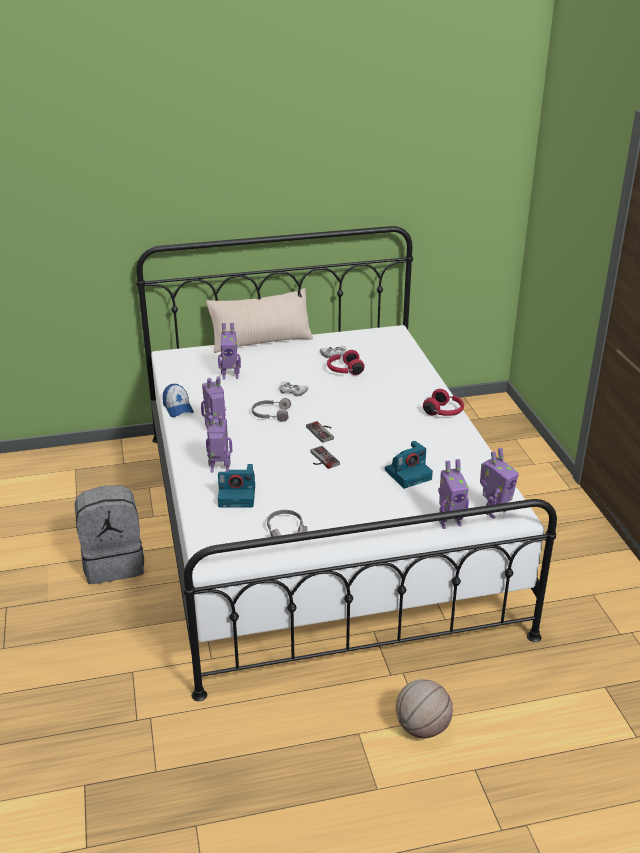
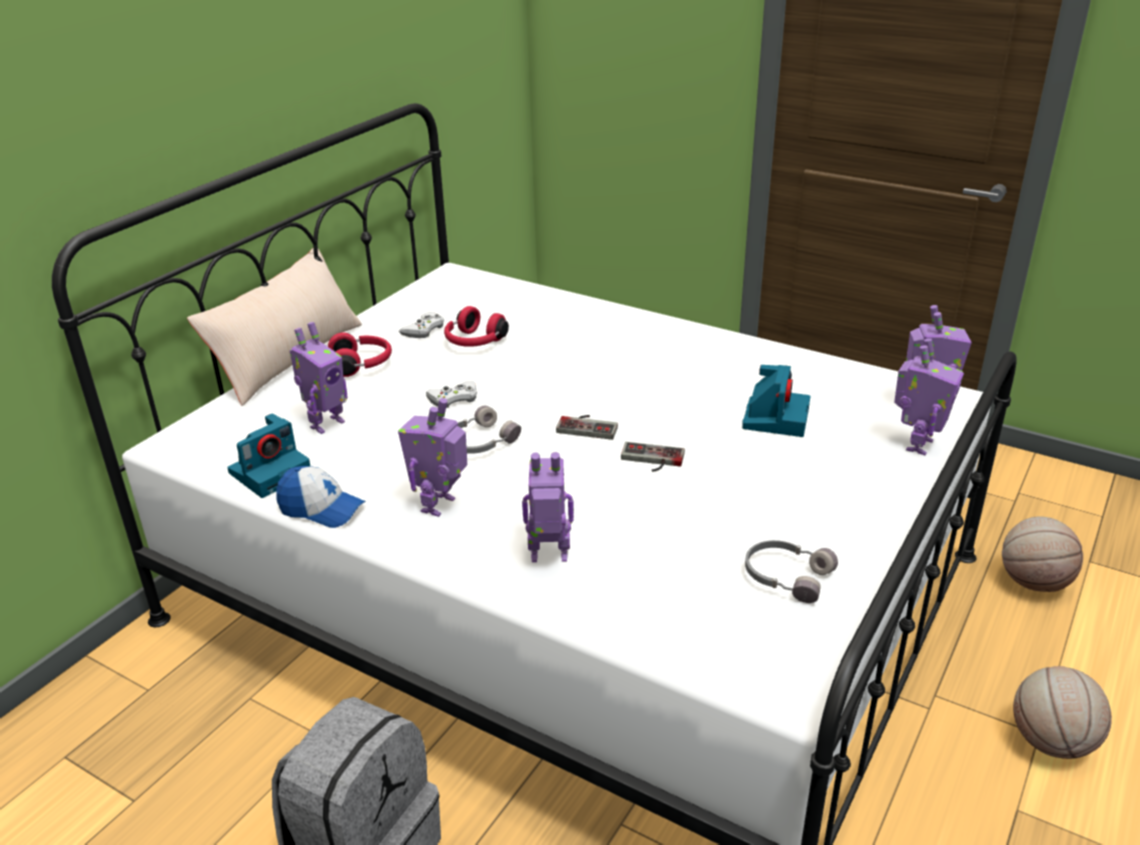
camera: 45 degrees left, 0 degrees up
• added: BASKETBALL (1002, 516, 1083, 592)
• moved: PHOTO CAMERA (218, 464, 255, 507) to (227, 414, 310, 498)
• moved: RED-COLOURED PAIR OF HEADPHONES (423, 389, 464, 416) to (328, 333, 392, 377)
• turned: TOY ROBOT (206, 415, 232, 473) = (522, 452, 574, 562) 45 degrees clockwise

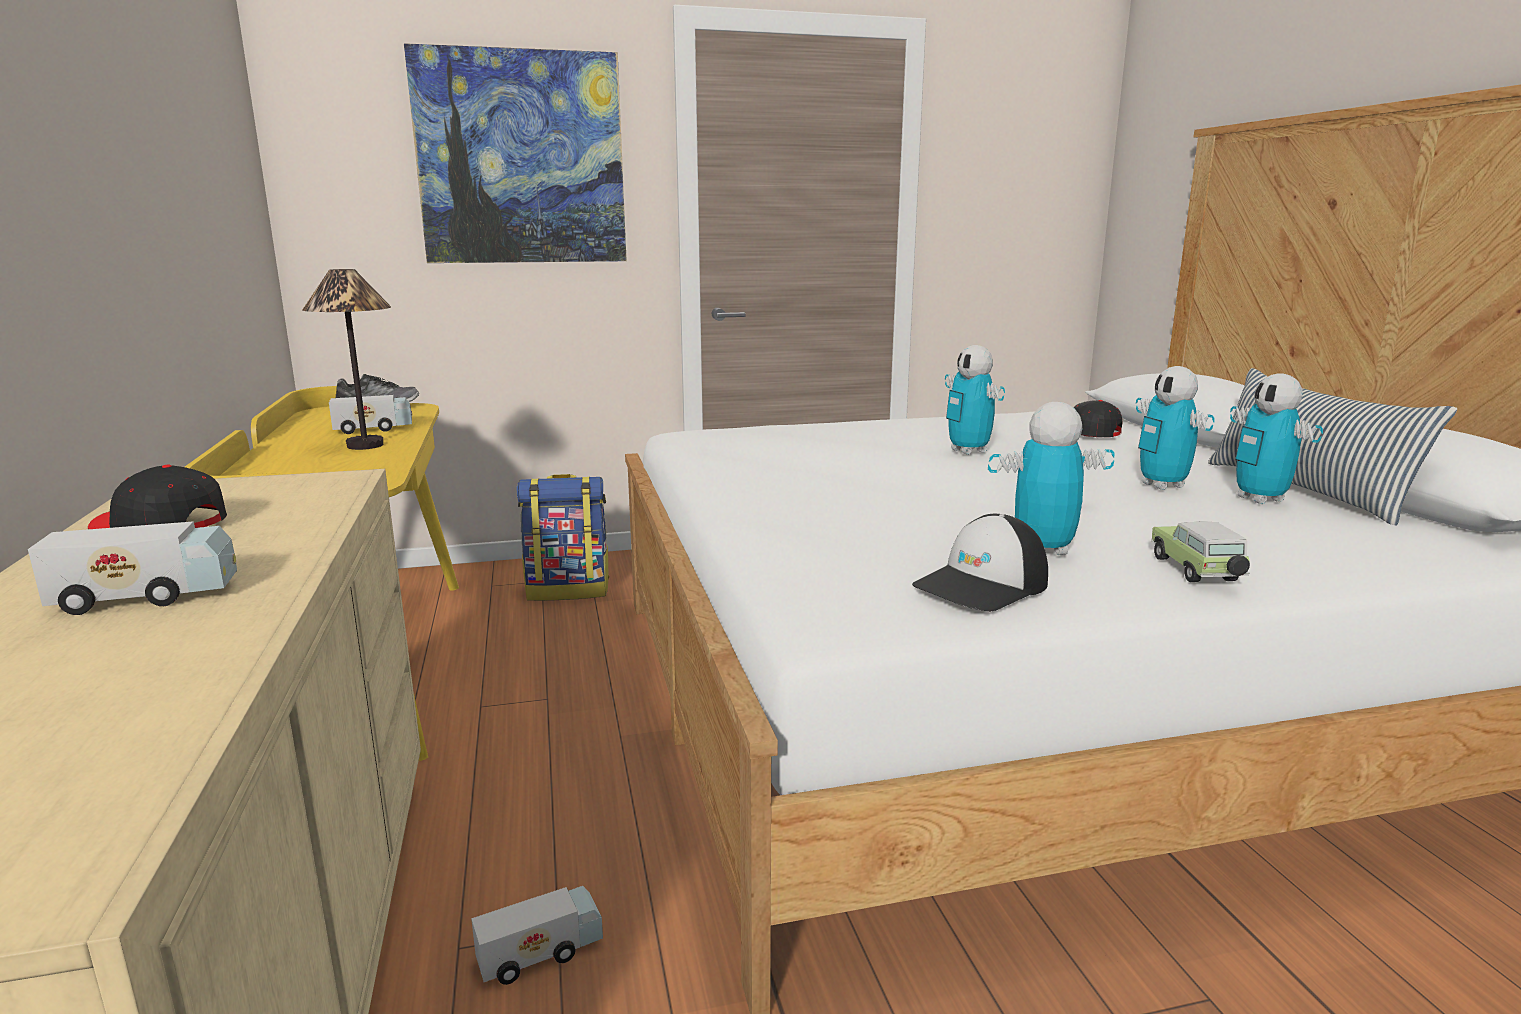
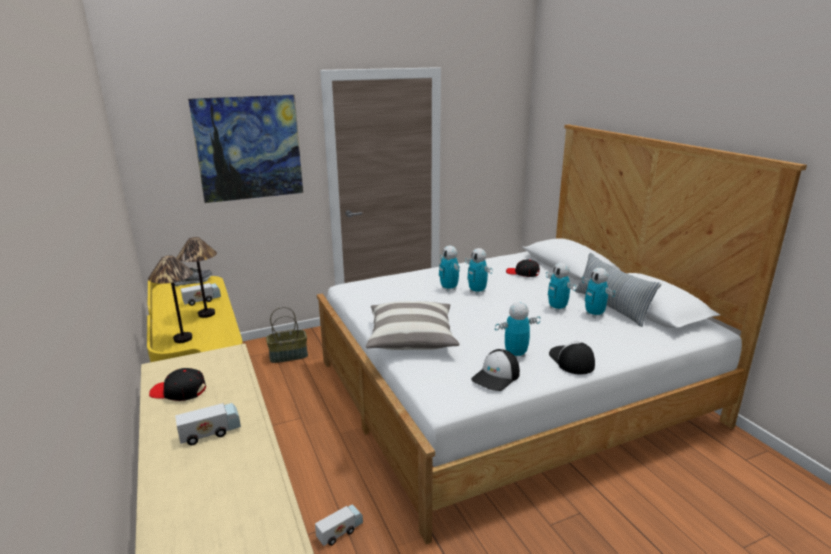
camera: 10 degrees left, 5 degrees up
• added: TABLE LAMP (148, 255, 193, 343)
• added: CUSHION (366, 301, 460, 350)
• added: TOY ROBOT (439, 246, 460, 291)
• replaced: RUCKSACK (517, 474, 610, 601) to STORAGE BASKET (266, 307, 308, 363)
• replaced: MINIATURE CAR (1151, 522, 1250, 582) to PEAKED CAP (549, 342, 595, 375)

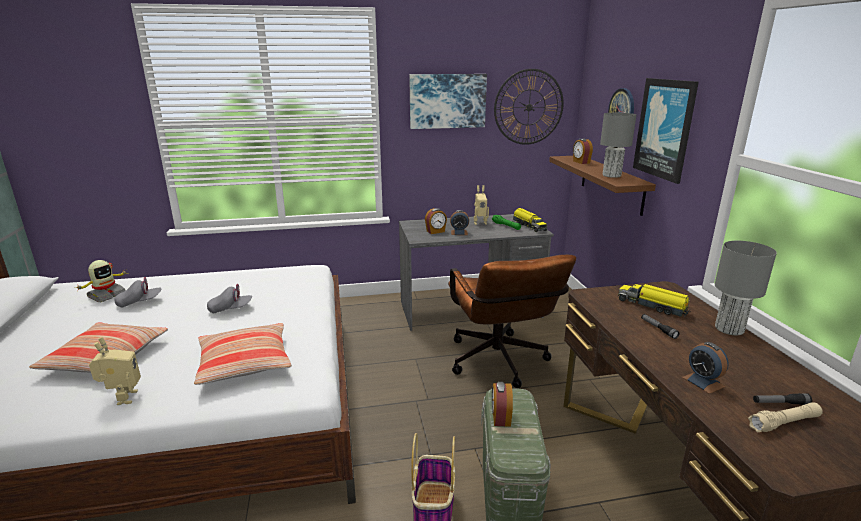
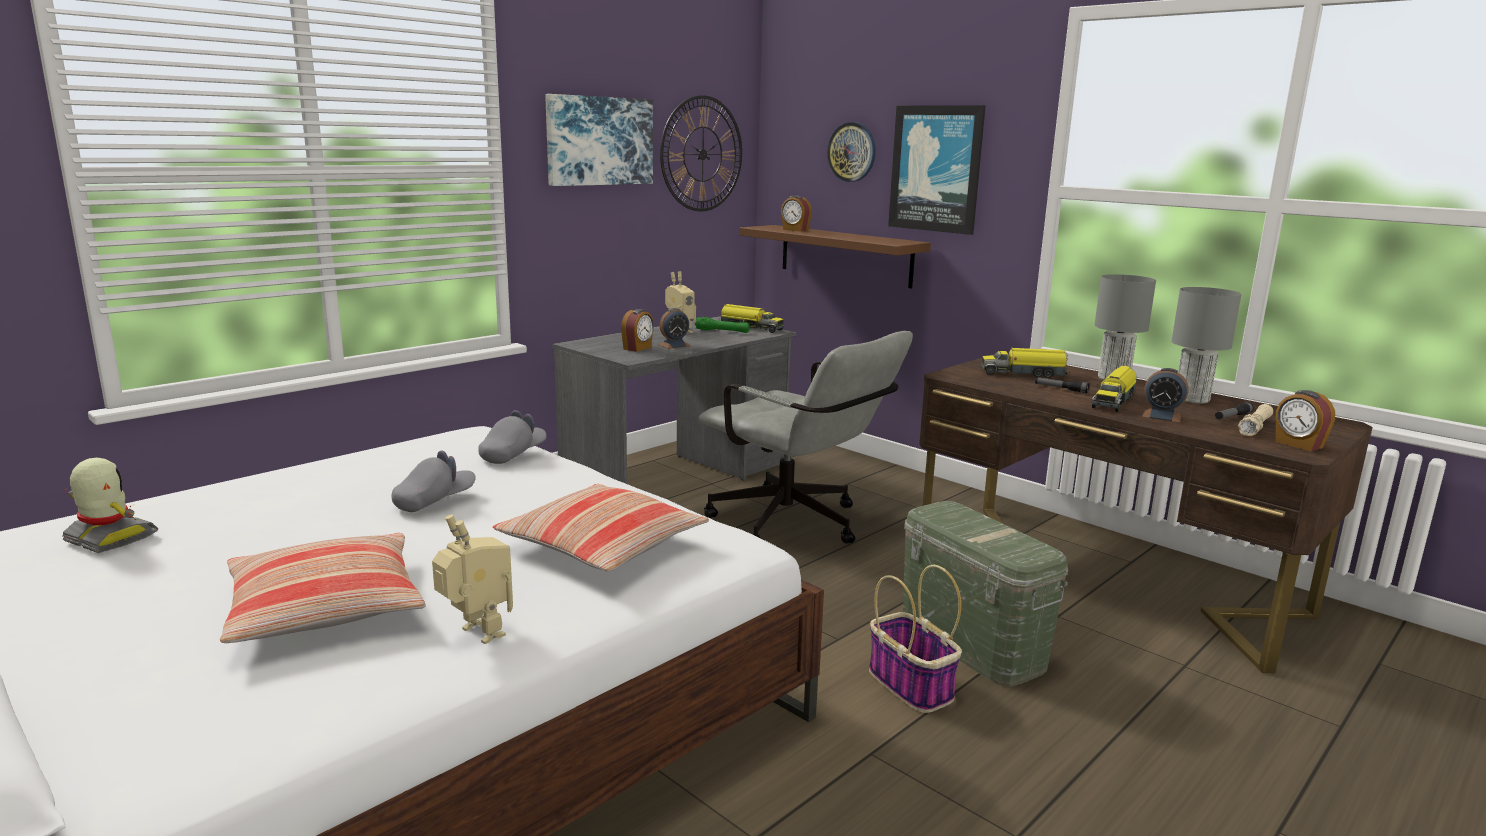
camera: 35 degrees left, 5 degrees down
• added: TOY TRUCK (1092, 365, 1136, 412)
• moved: GRAY PEAKED CAP (114, 277, 161, 308) to (478, 410, 547, 464)
• moved: ALARM CLOCK (492, 382, 513, 427) to (1276, 390, 1335, 452)
• moved: GRAY TABLE LAMP (600, 113, 636, 178) to (1171, 287, 1241, 404)
• recoloured: BROWN OFFICE CHAIR (448, 255, 576, 388) to GRAY OFFICE CHAIR (699, 331, 913, 544)
• turned: TOY ROBOT (75, 260, 128, 302) = (62, 458, 158, 553) 60 degrees counterclockwise

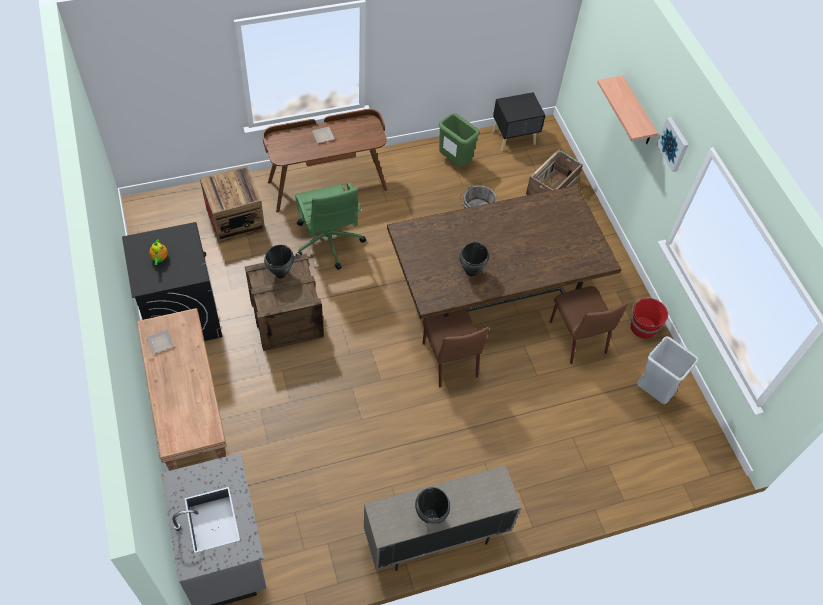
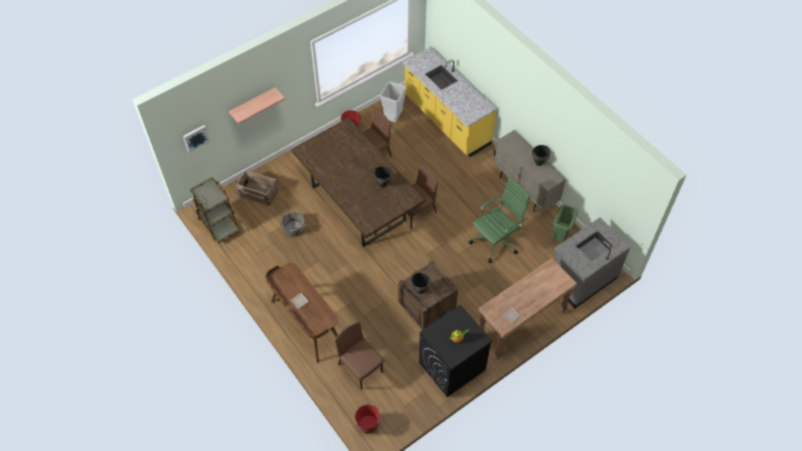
camera: 105 degrees left, 0 degrees up
• added: RED-COLOURED WATER BUCKET (355, 403, 381, 434)
• added: YELLOW-COLOURED KITCHEN COUNTER (402, 46, 497, 157)
• moved: GREEN OFFICE CHAIR (295, 182, 366, 270) to (469, 177, 530, 263)
• moved: GREEN RUBBISH BIN (439, 113, 480, 166) to (552, 205, 578, 243)
• moved: WALL ART (656, 117, 689, 172) to (183, 125, 210, 153)
• replaced: PACKING CRATE (200, 166, 265, 244) to BROWN CHAIR (335, 321, 384, 390)
• replaced: BLACK-COLOURED NIGHTSTAND (492, 92, 545, 151) to BROWN CART (190, 177, 240, 243)

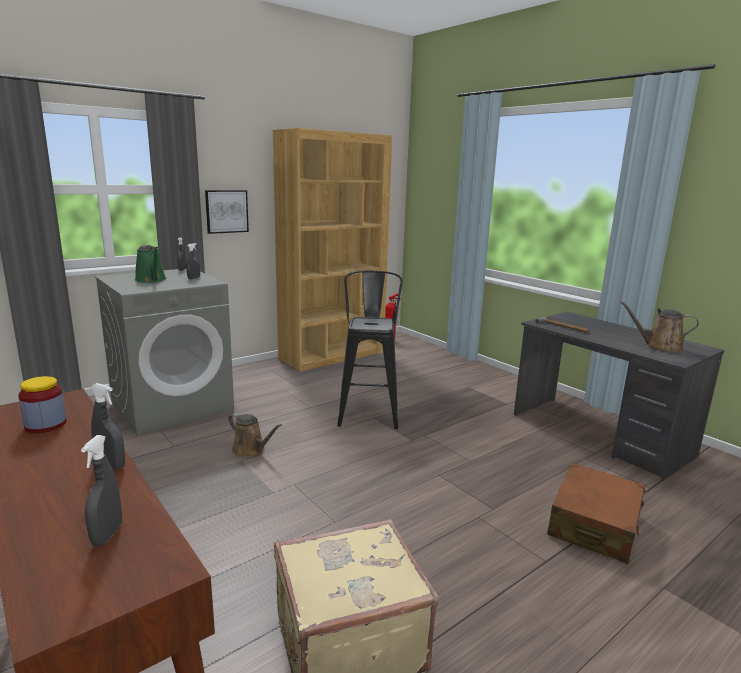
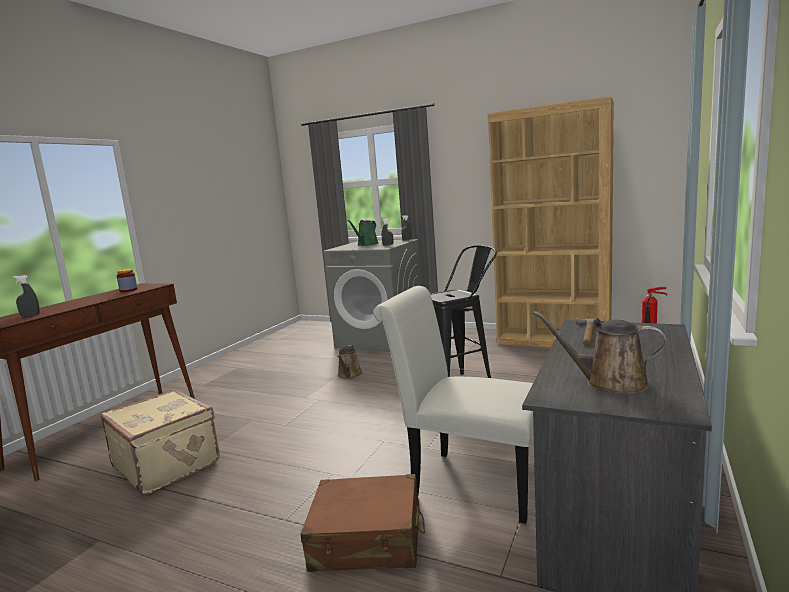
camera: 65 degrees right, 5 degrees down
• removed: GRAY SPRAYER (91, 383, 125, 470)
• removed: WALL ART (205, 190, 249, 234)
• added: WHITISH CHAIR (373, 286, 534, 524)
• turned: BROWN WATERING POT (619, 300, 699, 352) = (533, 311, 666, 394) 60 degrees counterclockwise

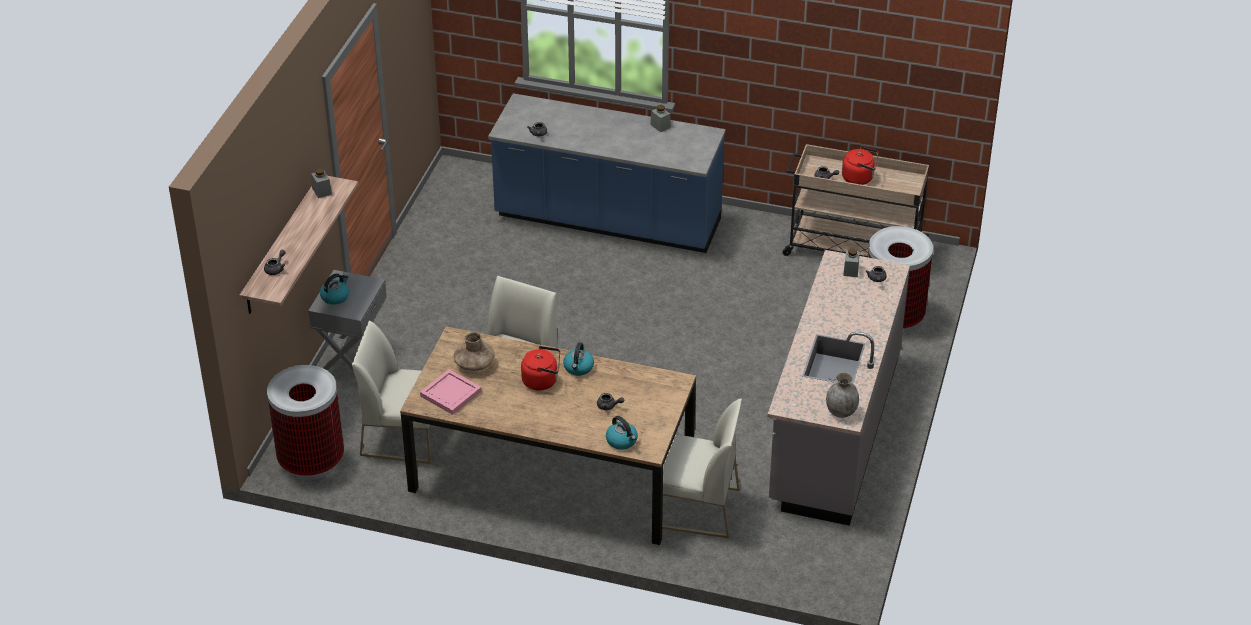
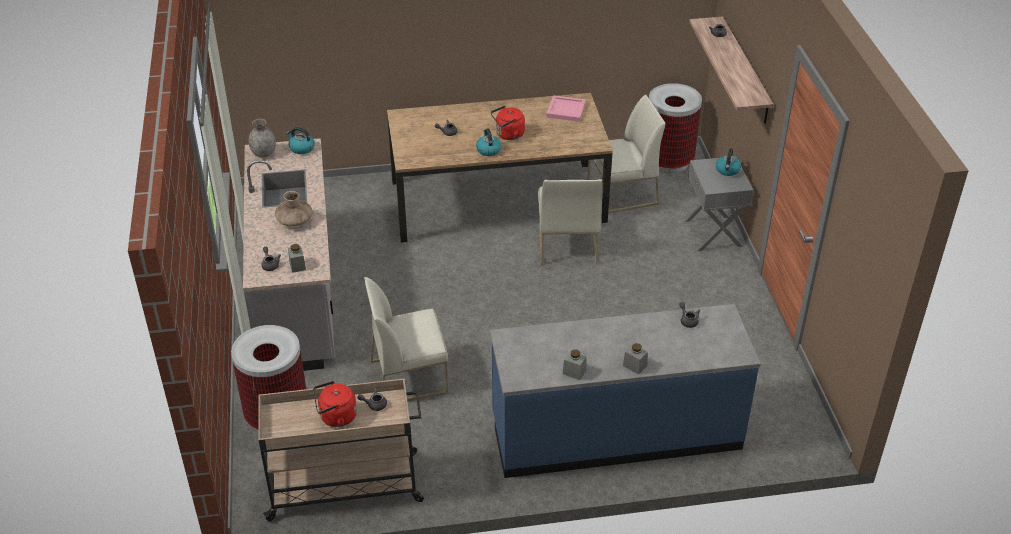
camera: 155 degrees right, 0 degrees up
• moved: GRAY STORAGE JAR (311, 168, 332, 198) to (623, 343, 648, 375)
• moved: BROWN FLOWER VASE (454, 332, 495, 371) to (275, 191, 313, 226)
• moved: KETTLE (606, 416, 638, 450) to (286, 127, 315, 154)
• moved: WHITISH CHAIR (662, 398, 742, 538) to (364, 277, 448, 401)

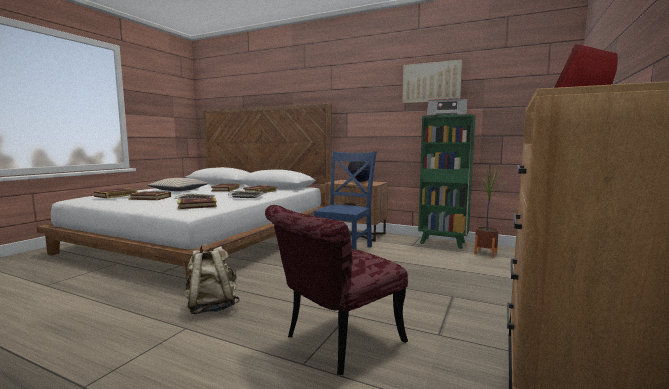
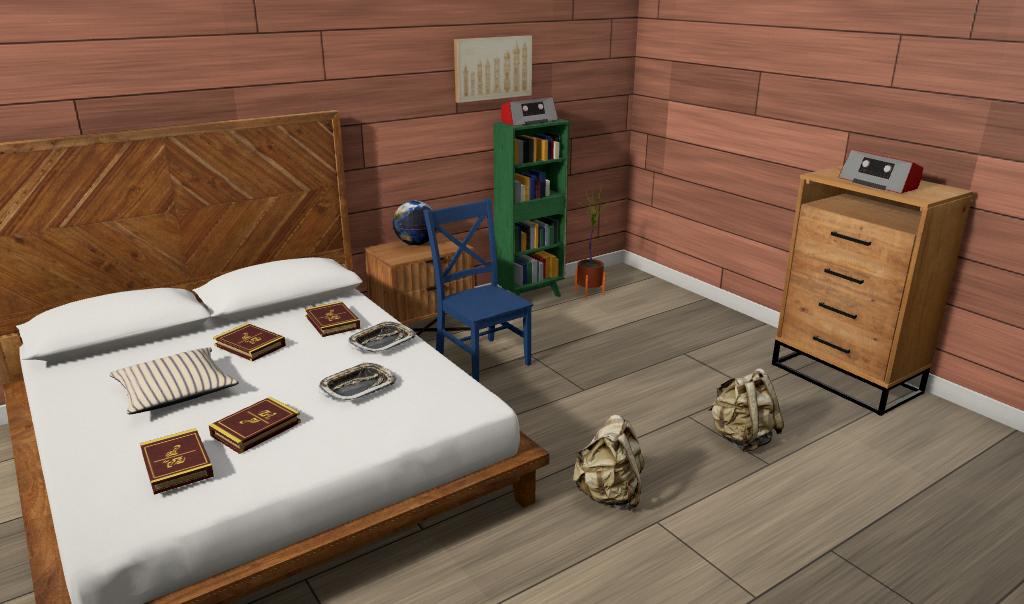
camera: 60 degrees left, 15 degrees up
• removed: VOLUME (177, 197, 217, 209)
• replaced: RED-COLOURED CHAIR (265, 205, 408, 375) to BEIGE-COLOURED RUCKSACK (708, 368, 784, 452)

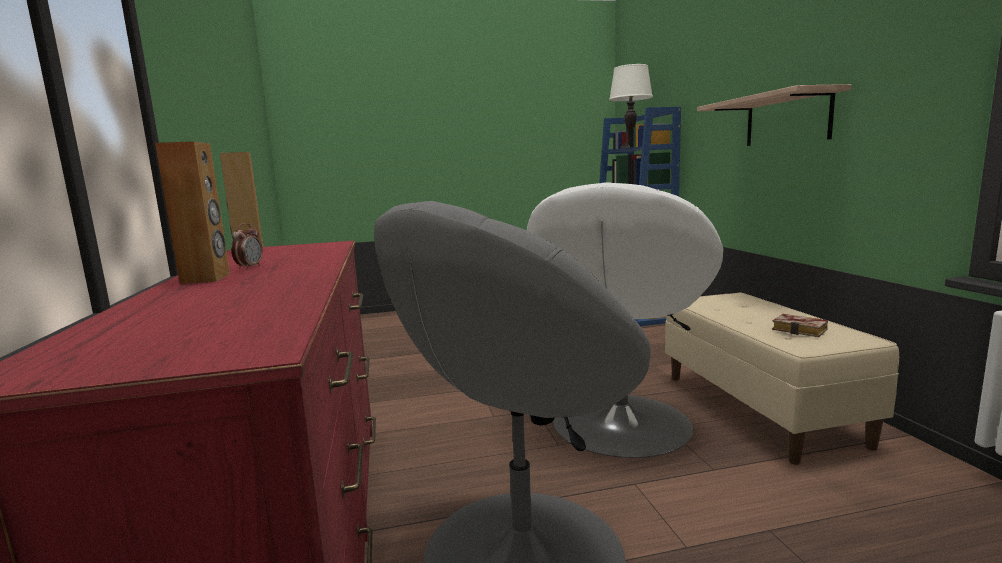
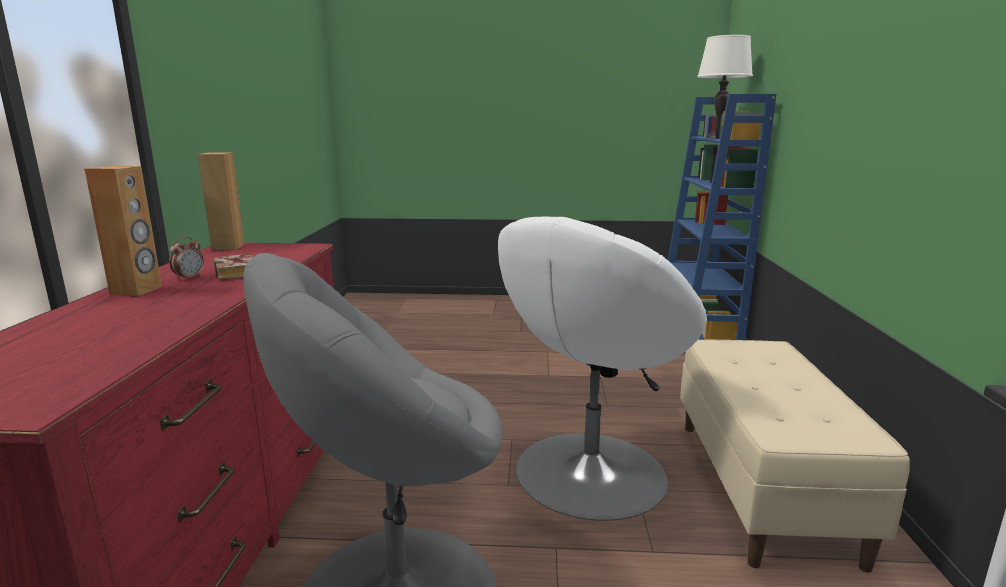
camera: 15 degrees right, 5 degrees up
• removed: WALL SHELF (697, 84, 851, 146)
• moved: VOLUME (772, 314, 828, 337) to (213, 254, 254, 280)

